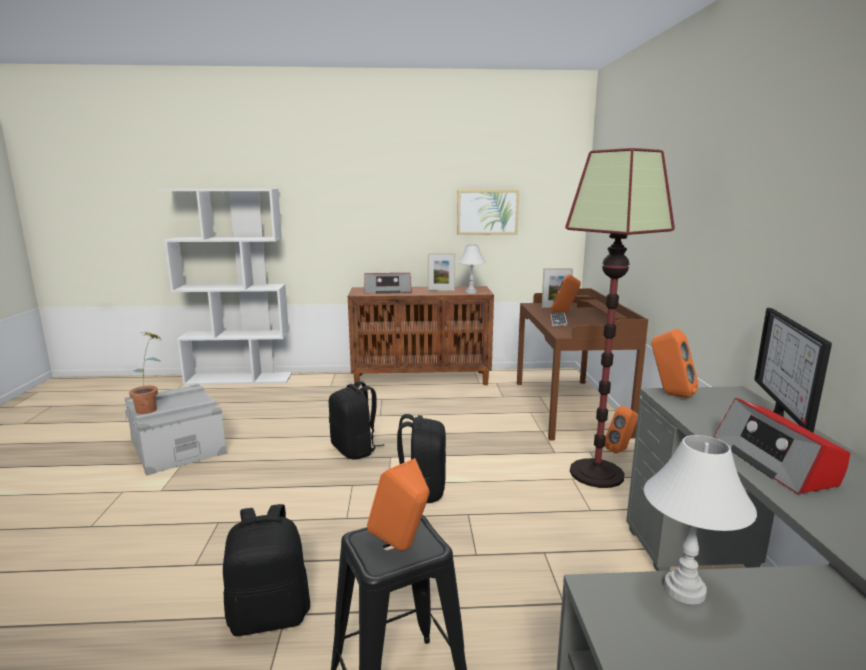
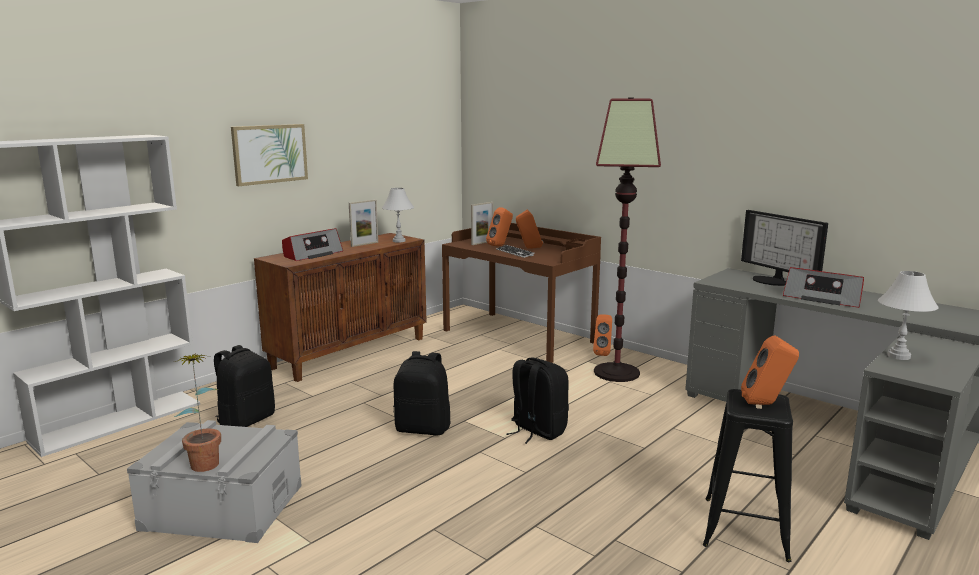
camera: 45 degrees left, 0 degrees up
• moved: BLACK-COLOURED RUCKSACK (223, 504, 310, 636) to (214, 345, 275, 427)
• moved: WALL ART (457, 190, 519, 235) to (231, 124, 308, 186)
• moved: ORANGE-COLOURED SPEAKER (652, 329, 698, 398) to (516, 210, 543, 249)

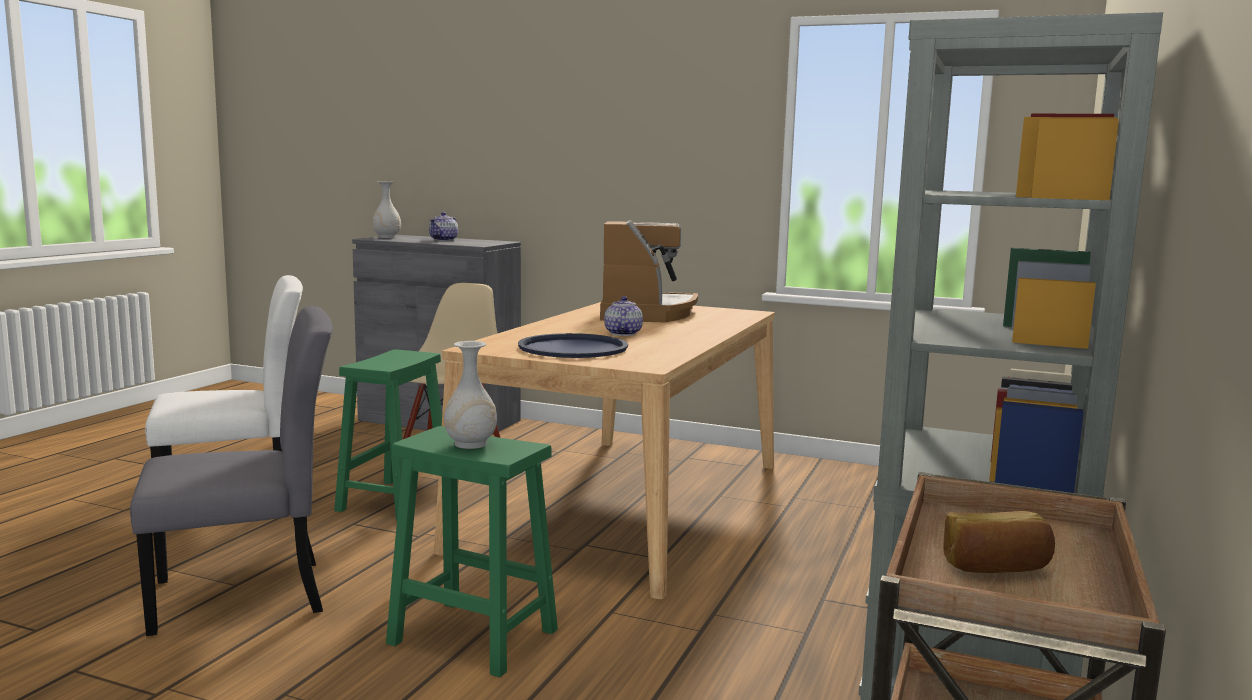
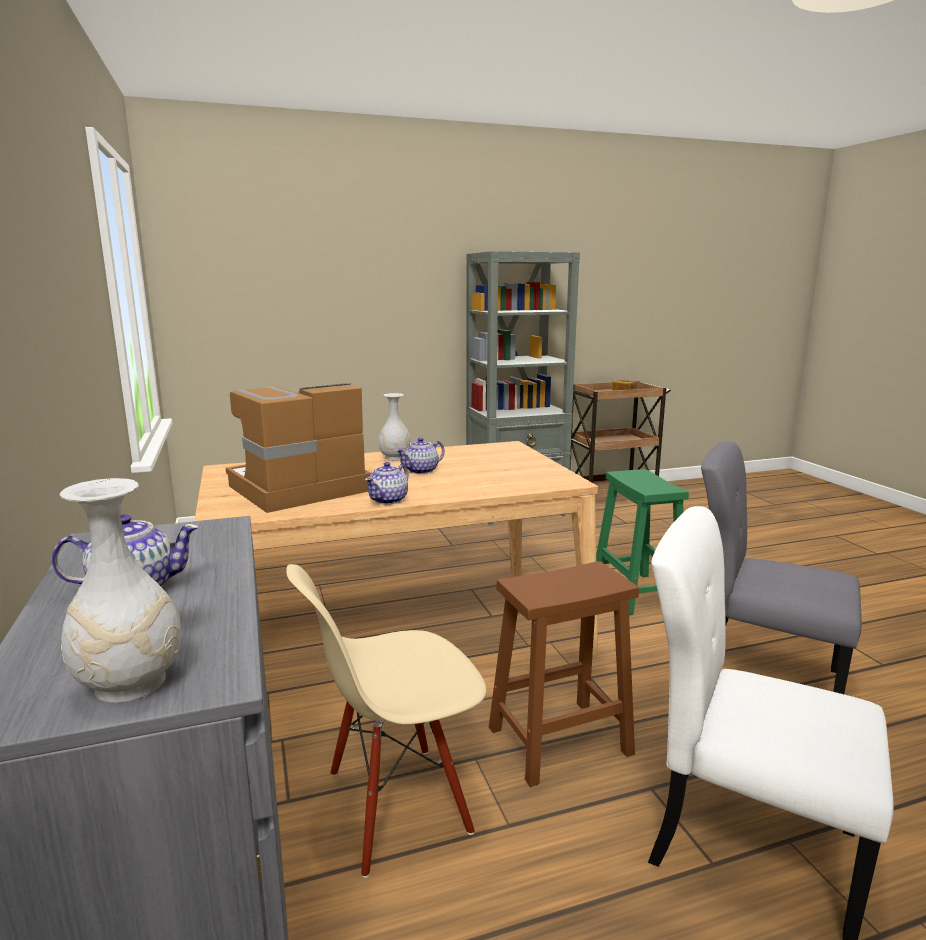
camera: 130 degrees left, 5 degrees up
• removed: BLUE-COLOURED CARRYING TRAY (518, 333, 628, 358)
• added: TEAPOT (365, 462, 409, 505)
• moved: WHITISH FLOWER VASE (444, 341, 497, 449) to (378, 393, 411, 461)
• recoloured: GREEN STOOL (334, 349, 442, 521) to BROWN STOOL (489, 561, 639, 787)

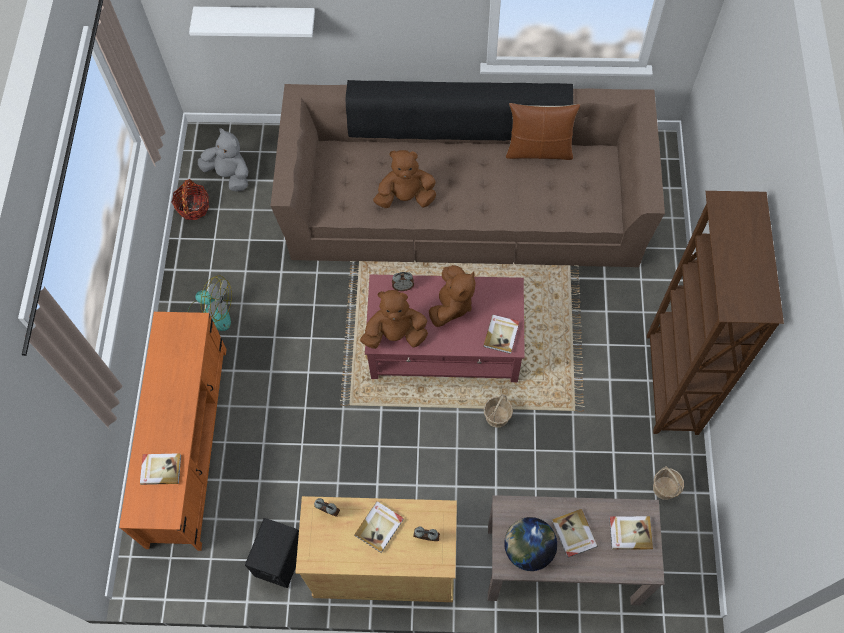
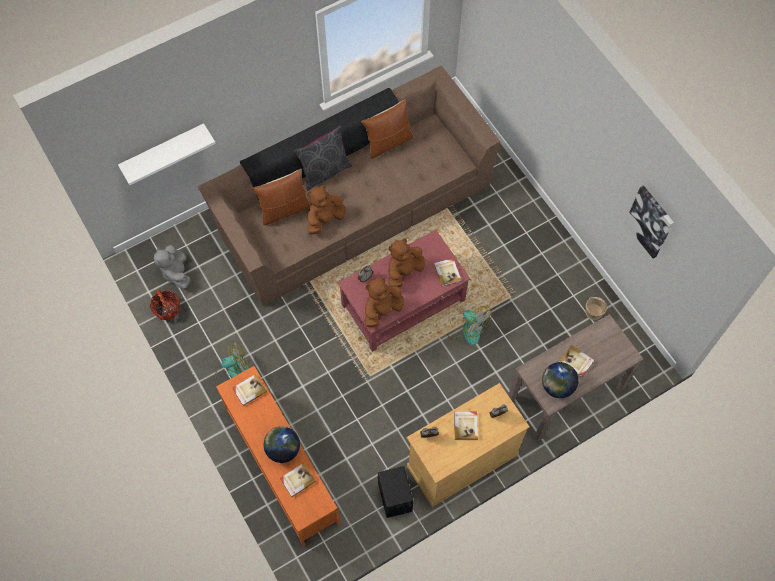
camera: 35 degrees left, 0 degrees up
• removed: BROWN SHELVING UNIT (647, 191, 784, 435)
• added: BROWN CUSHION (251, 169, 311, 226)
• added: GLOBE (264, 426, 300, 463)
• added: GRAY CUSHION (294, 125, 352, 191)
• added: WALL ART (625, 185, 674, 259)
• moved: VOLUME (609, 516, 653, 550) to (233, 374, 267, 406)
• replaced: STORAGE BASKET (484, 394, 513, 428) to ELECTRIC FAN (447, 306, 492, 345)
• turned: GRAY CUDDLY TOY (198, 128, 248, 192) = (154, 245, 191, 289) 105 degrees counterclockwise
• turned: BROWN CUDDLY TOY (429, 265, 476, 327) = (388, 238, 425, 288) 120 degrees counterclockwise

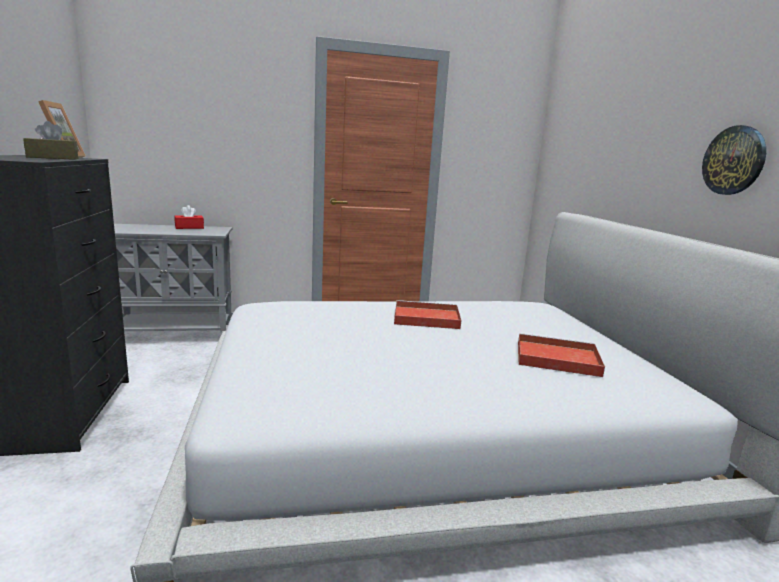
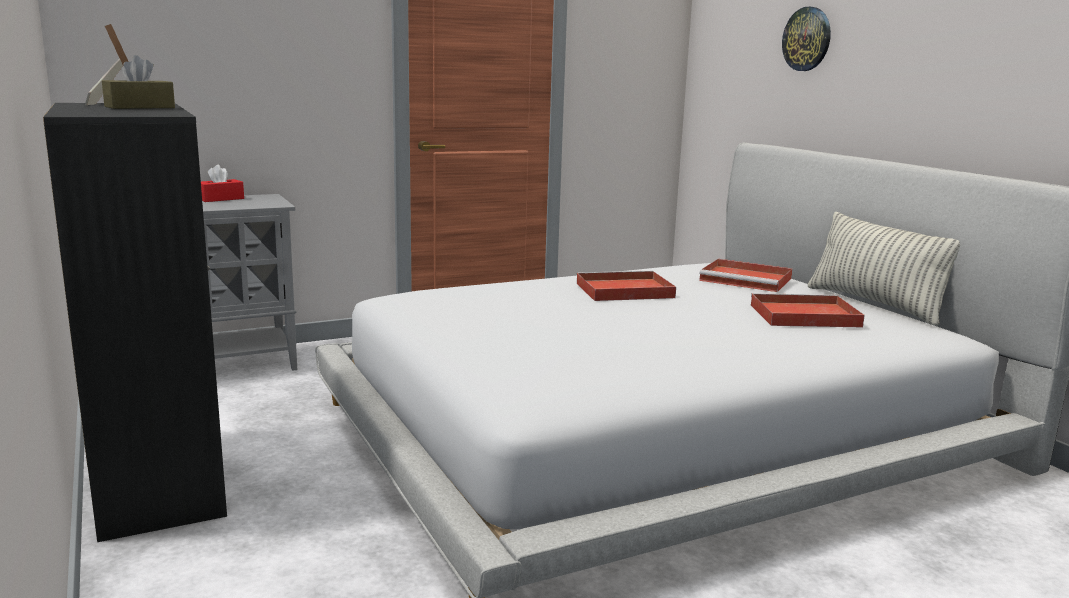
camera: 15 degrees left, 0 degrees up
• added: RED-COLOURED CARRYING TRAY (699, 259, 792, 292)
• added: CUSHION (808, 212, 960, 325)
• moved: CLOCK ON THE WALL (702, 125, 766, 195) to (782, 7, 831, 71)

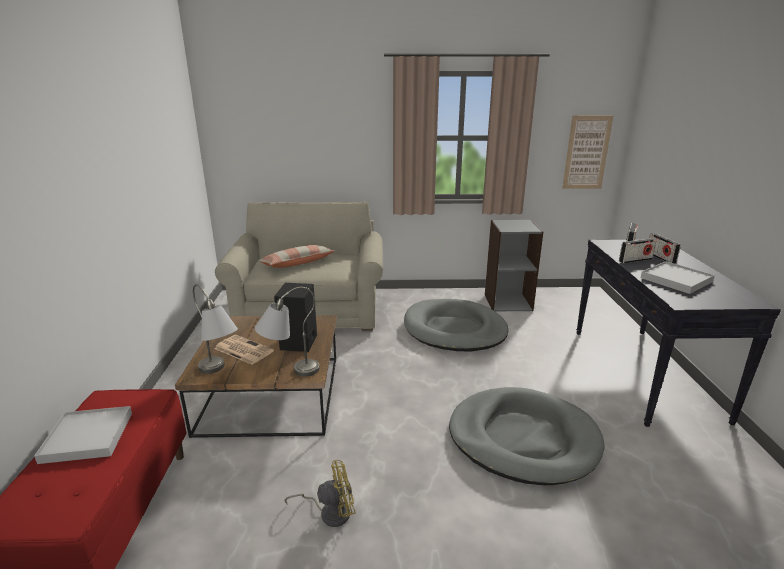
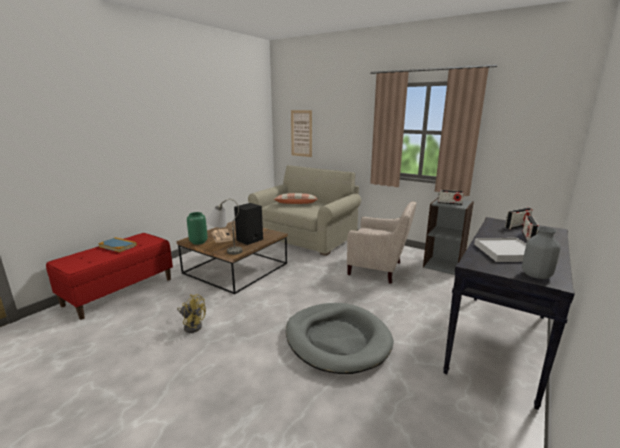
camera: 35 degrees right, 5 degrees down
• added: GRAY FLOWER VASE (522, 227, 561, 279)
• moved: WALL ART (562, 115, 614, 189) to (291, 110, 312, 157)
• moved: RADIO RECEIVER (619, 239, 656, 263) to (438, 190, 464, 205)
• replaced: WHITISH CARRYING TRAY (34, 406, 132, 464) to VOLUME (98, 237, 137, 252)
• replaced: GRAY TABLE LAMP (193, 284, 238, 374) to GREEN FLOWER VASE (187, 212, 207, 245)
• replaced: GRAY PET BED (404, 299, 508, 352) to BEIGE-COLOURED EASY CHAIR (347, 201, 417, 284)

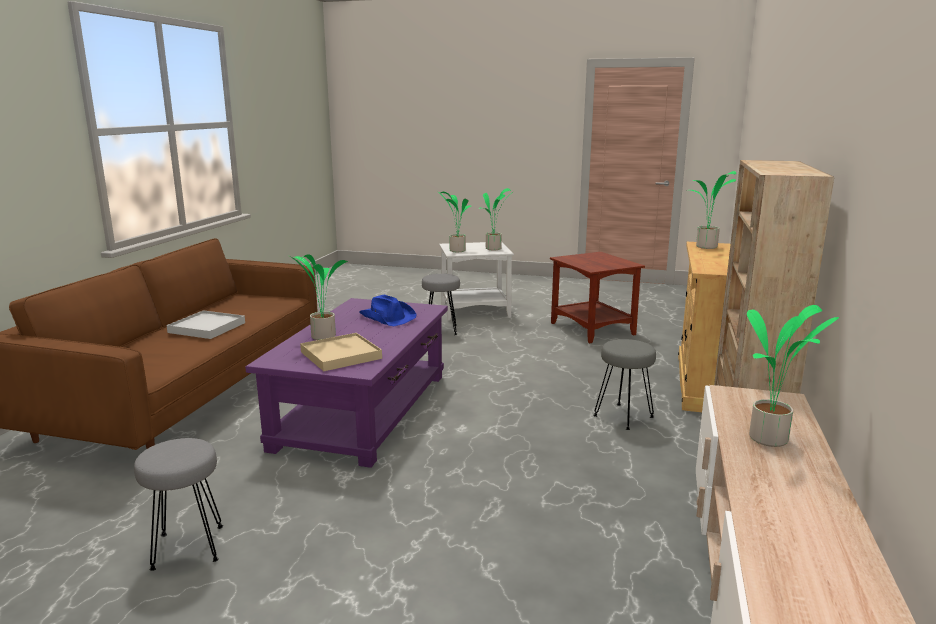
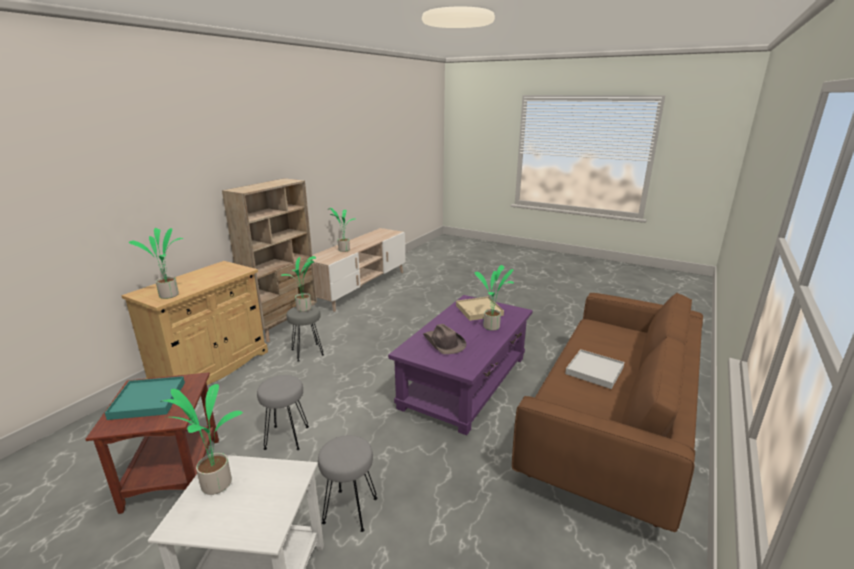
camera: 165 degrees left, 5 degrees up
• added: BLUE-GREEN CARRYING TRAY (105, 376, 185, 420)
• moved: GRAY STOOL (134, 438, 223, 571) to (257, 375, 309, 450)
• moved: POTTED PLANT (438, 192, 471, 252) to (281, 256, 316, 312)
• recoloured: BLUE-COLOURED CLOTHING HAT (359, 295, 417, 326) to BROWN CLOTHING HAT (423, 324, 467, 354)

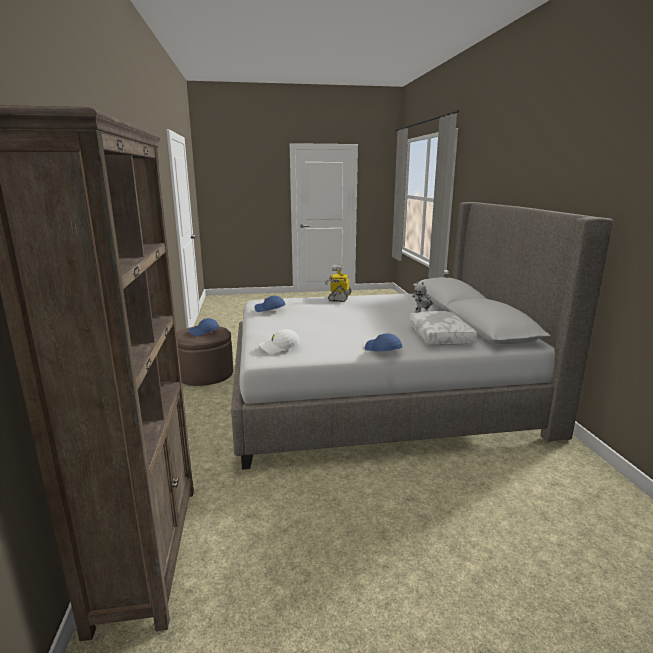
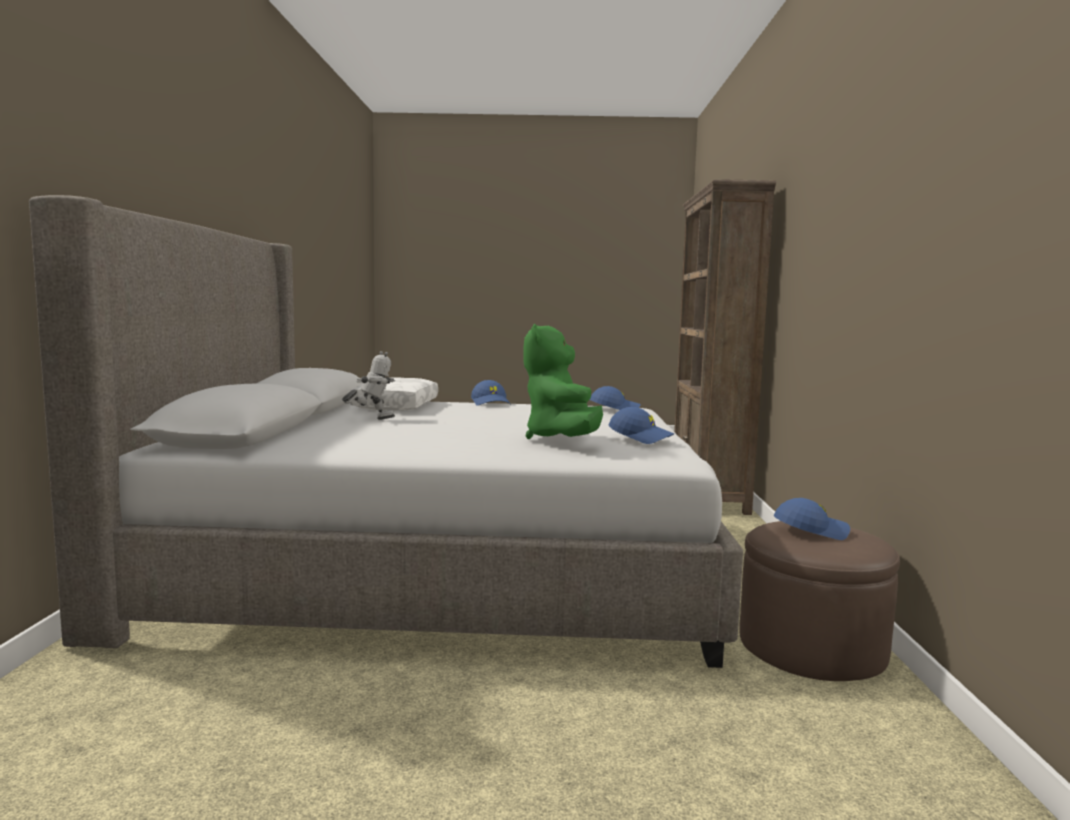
camera: 170 degrees left, 10 degrees down
• removed: TOY ROBOT (325, 264, 352, 302)
• added: GREEN CUDDLY TOY (523, 324, 603, 439)
• recoloured: WHITISH PEAKED CAP (259, 329, 300, 354) to BLUE-COLOURED PEAKED CAP (590, 386, 641, 410)

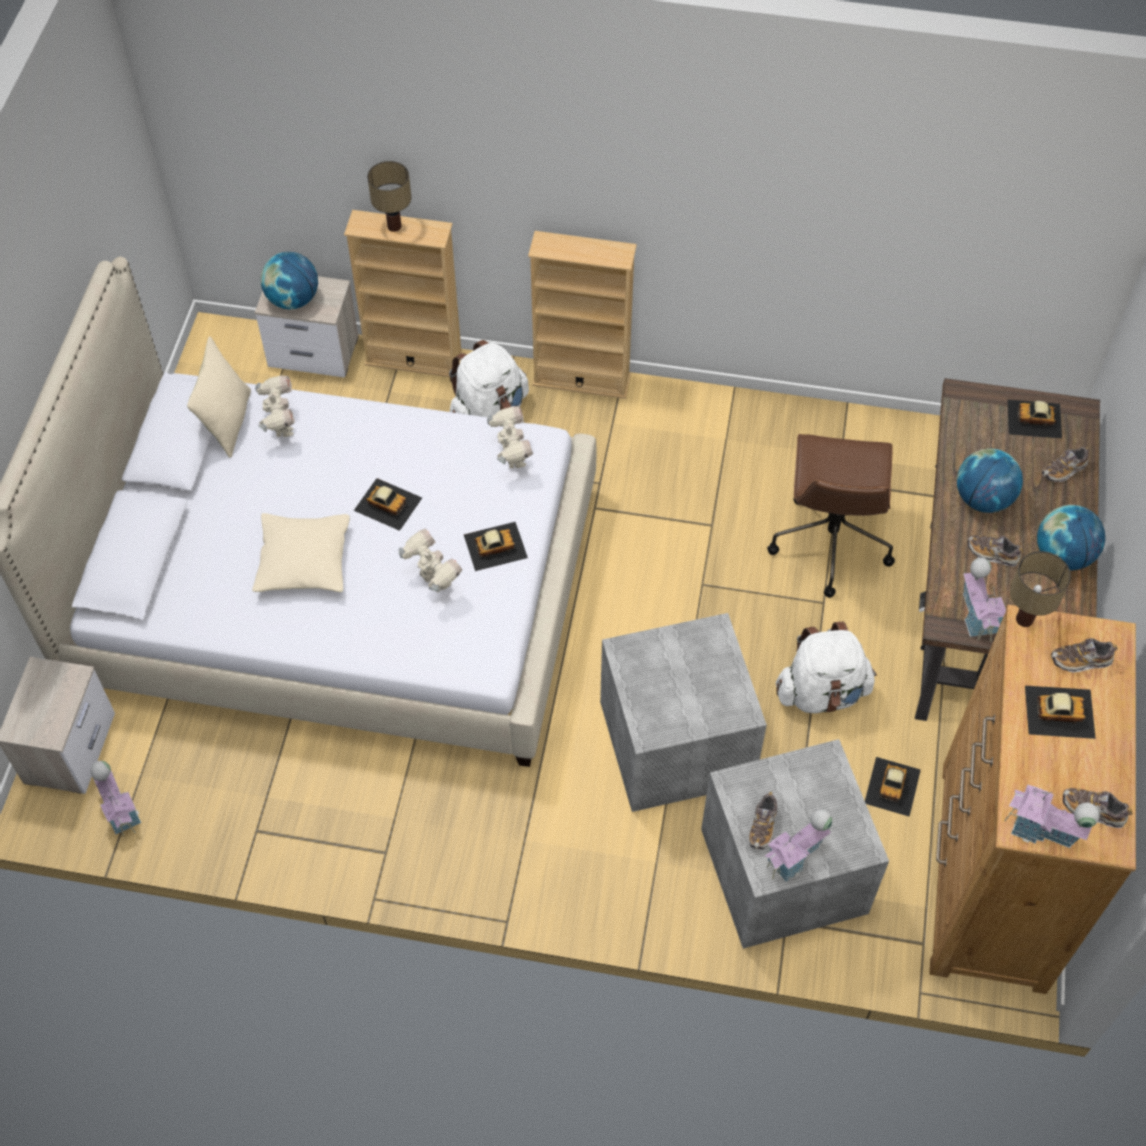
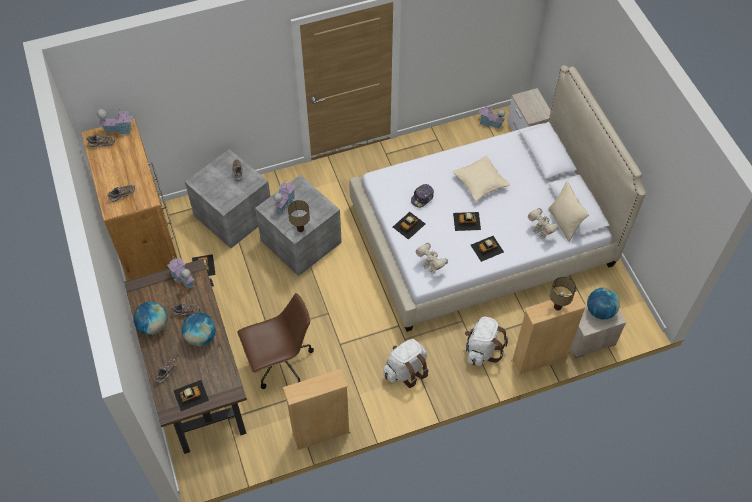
camera: 150 degrees right, 0 degrees up
• moved: BEIGE-COLOURED SHELVING UNIT (528, 231, 637, 399) to (283, 369, 350, 450)
• moved: MODEL HOUSE (764, 809, 832, 882) to (273, 180, 295, 213)
• moved: WHITISH RUCKSACK (776, 622, 877, 713) to (383, 339, 429, 388)
• moved: TABLE LAMP (1010, 551, 1071, 627) to (288, 200, 310, 232)
• moved: MINIATURE CAR (1025, 686, 1096, 739) to (471, 236, 504, 262)
• replaced: TOY ROBOT (398, 528, 462, 593) to PEAKED CAP (411, 184, 434, 208)
• turned: BROWN OFFICE CHAIR (767, 434, 895, 598) = (237, 293, 314, 389) 90 degrees clockwise

